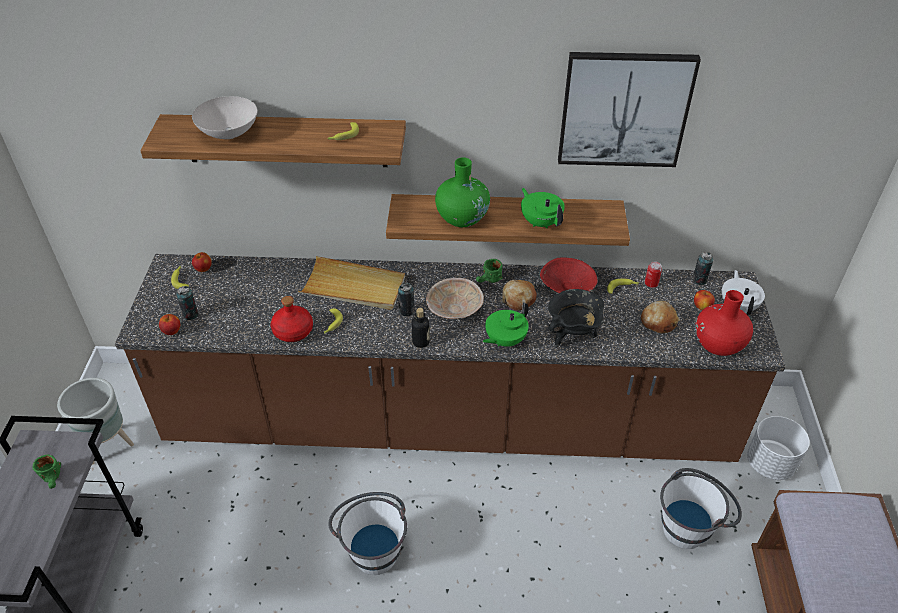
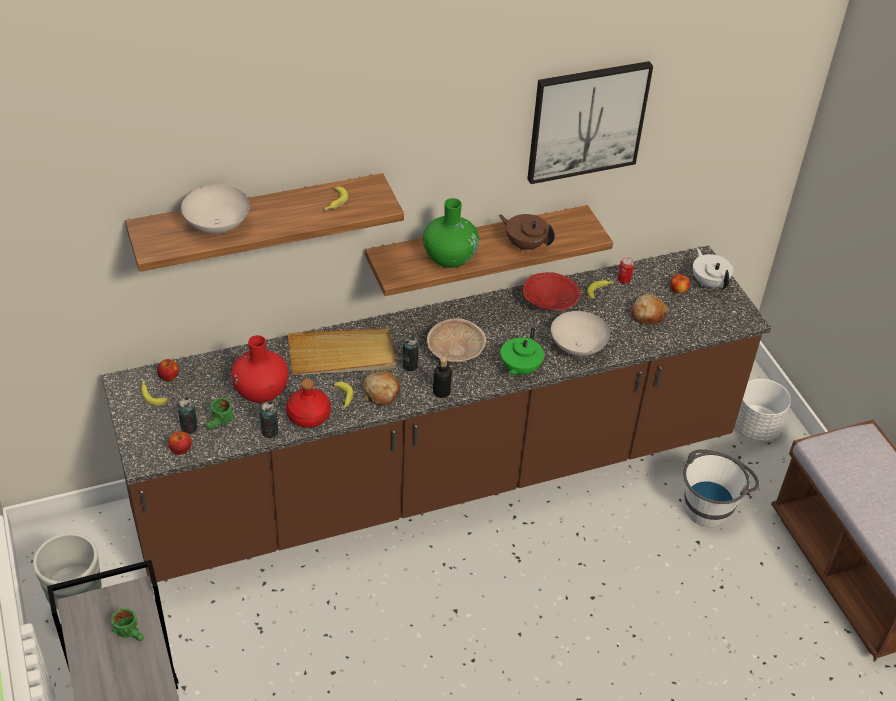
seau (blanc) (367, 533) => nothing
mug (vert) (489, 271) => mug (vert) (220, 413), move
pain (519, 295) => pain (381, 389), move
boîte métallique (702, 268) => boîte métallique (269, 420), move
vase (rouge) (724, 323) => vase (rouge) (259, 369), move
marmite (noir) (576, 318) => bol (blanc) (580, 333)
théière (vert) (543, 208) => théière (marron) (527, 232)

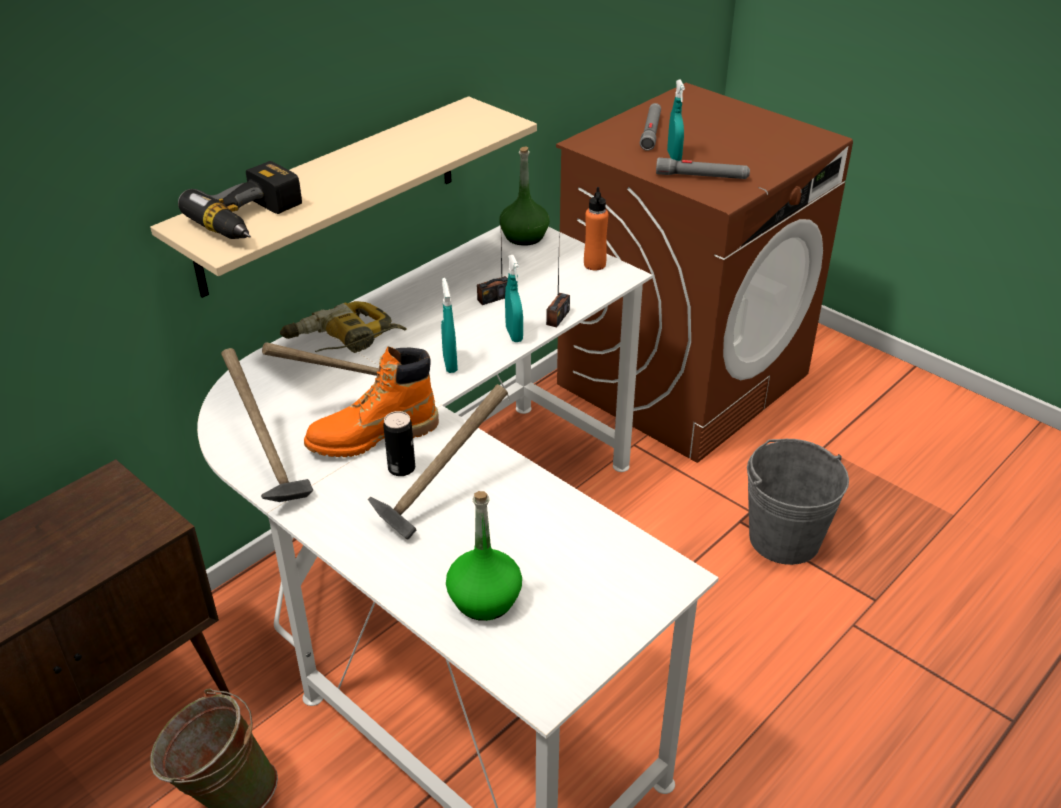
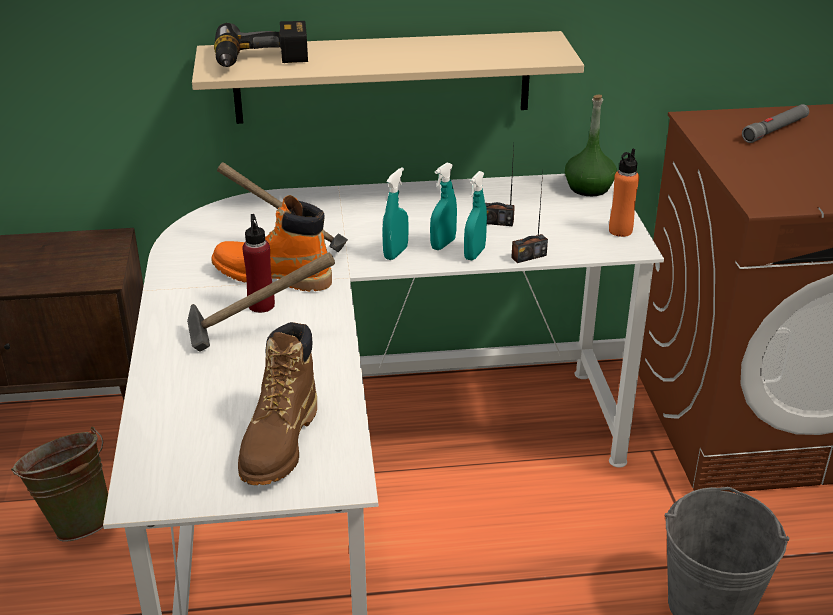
marteau (267, 425) => nothing
perceuse (343, 327) => nothing
bouteille (vert) (484, 556) => nothing
lampe de poche (gris) (703, 168) => nothing
nothing => botte (marron) (277, 403)
vaporisateur (turquoise) (676, 120) => vaporisateur (turquoise) (443, 206), move
boîte métallique (399, 443) => bouteille (rouge) (258, 263)

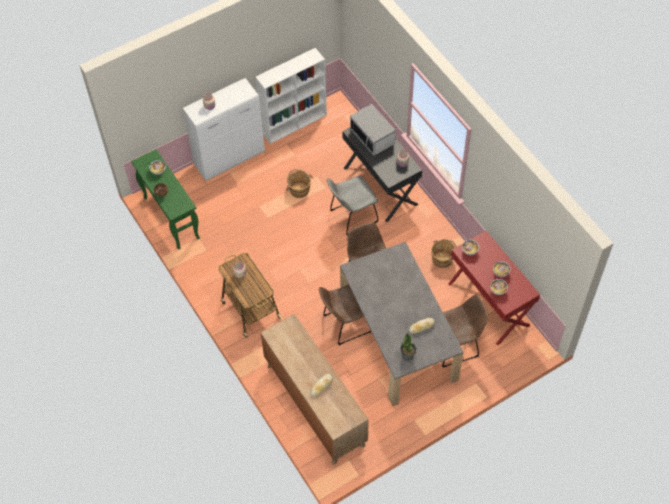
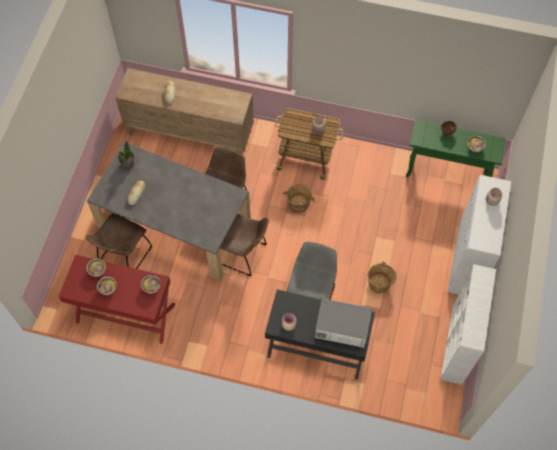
seau (marron) (444, 253) => seau (marron) (299, 198), move

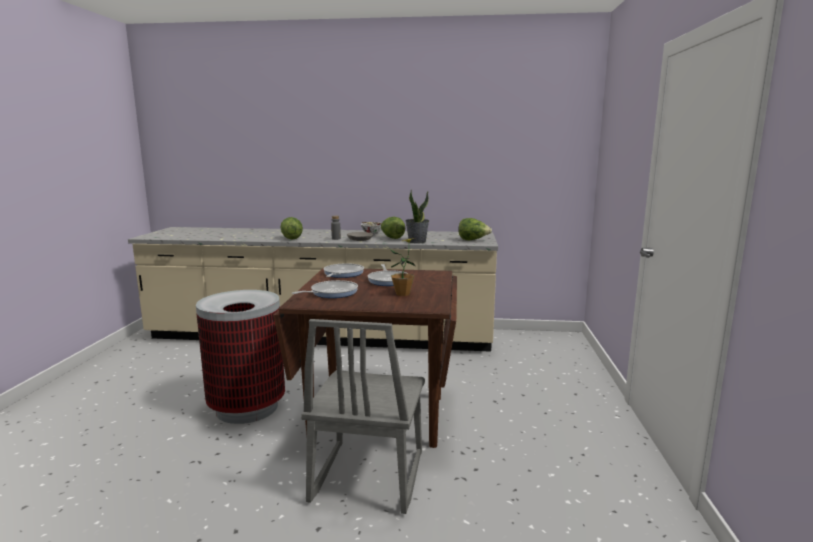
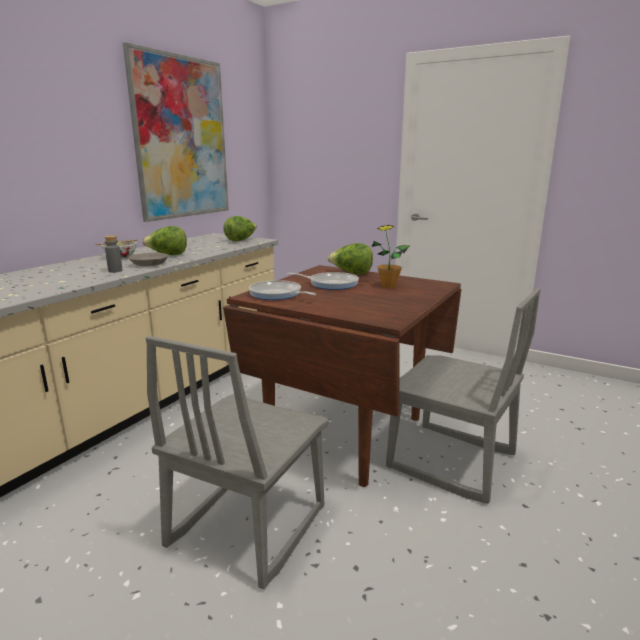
poêle (325, 289) => nothing
plante en pot (417, 216) => nothing
nothing => tableau (176, 132)
laitue (291, 228) => laitue (350, 258), move
poubelle (240, 357) => chaise (gris) (237, 463)

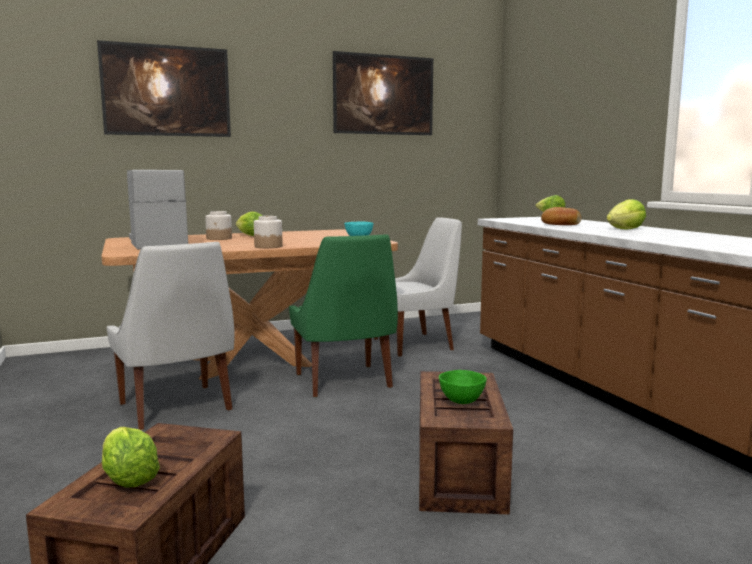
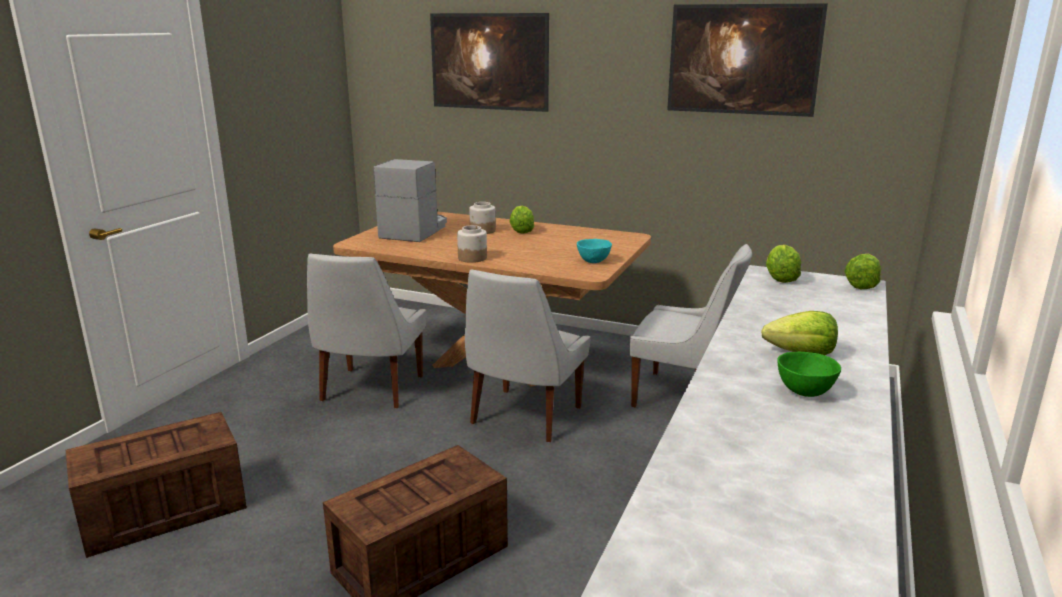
pain (561, 216) => nothing
laitue (131, 457) => laitue (783, 264), move
bol (vert) (463, 387) => bol (vert) (809, 374), move
chaise (vert) (343, 315) => chaise (blanc) (528, 355)

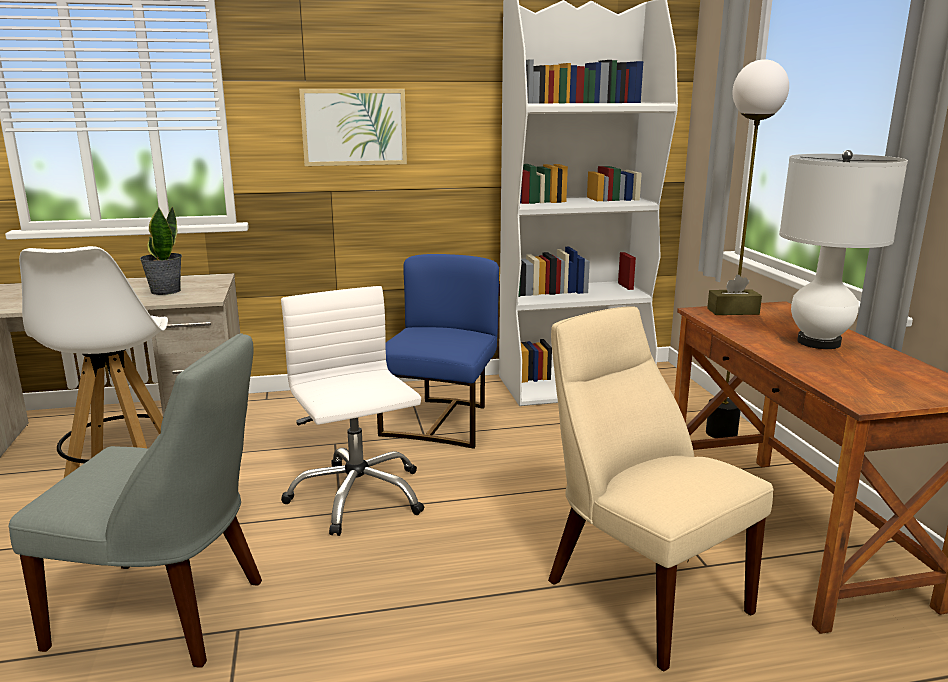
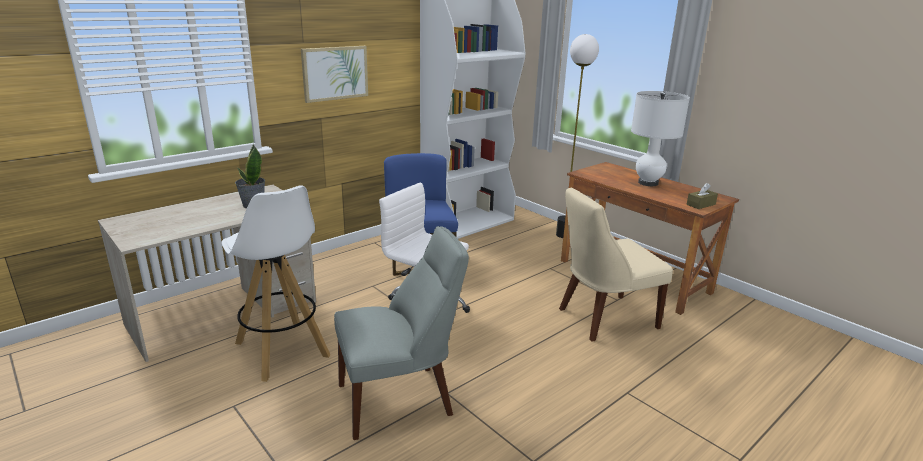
boîte à mouchoirs (marron) (734, 294) => boîte à mouchoirs (marron) (702, 196), move
chaise (beige) (661, 488) => chaise (beige) (616, 265), 45 degrees counterclockwise

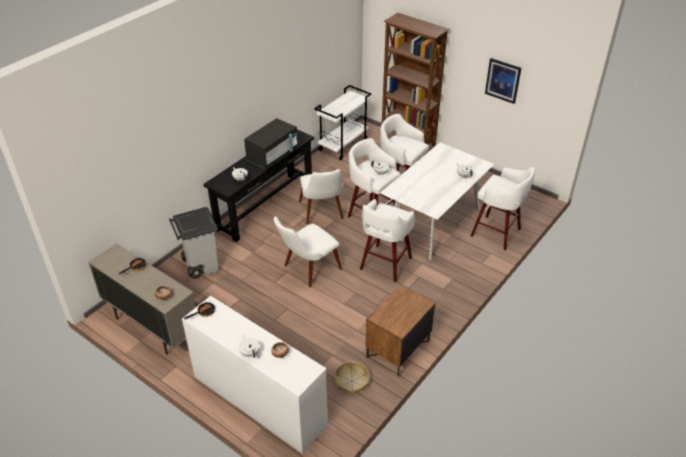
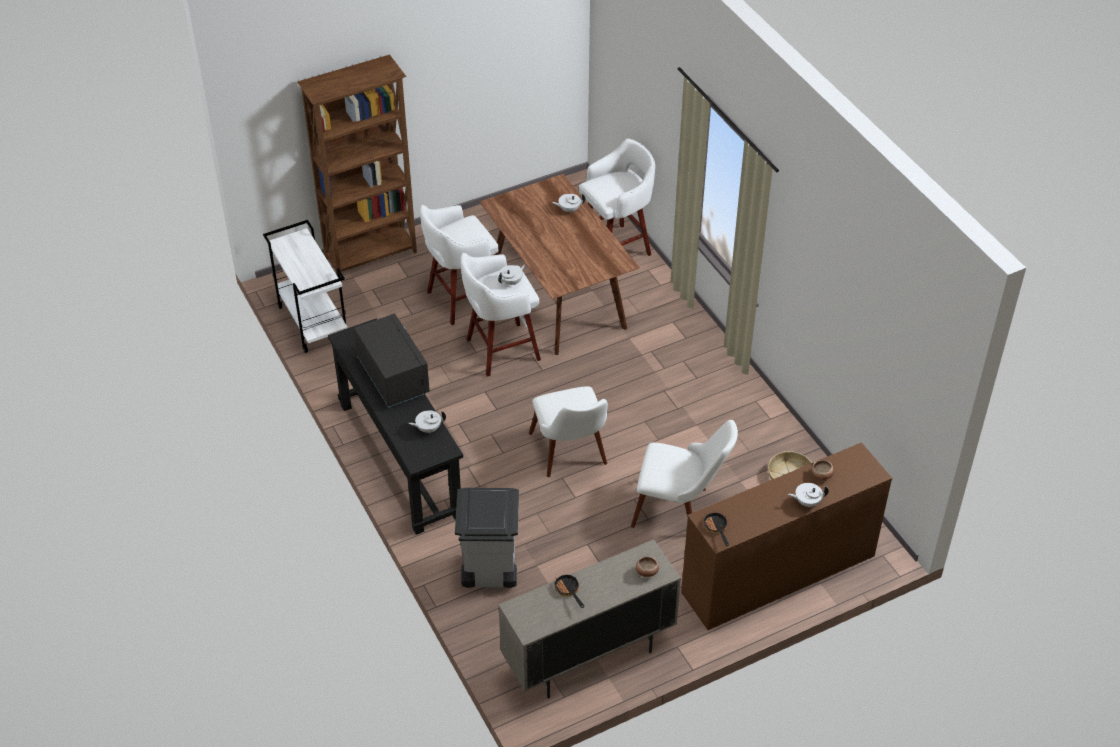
tabouret (blanc) (387, 240) => nothing
table de chevet (marron) (400, 330) => nothing
tableau (503, 81) => nothing
chaise (blanc) (321, 196) => chaise (blanc) (684, 474), move
commode (blanc) (254, 375) => commode (marron) (786, 536)
table à manger (blanc) (437, 201) => table à manger (marron) (559, 264)

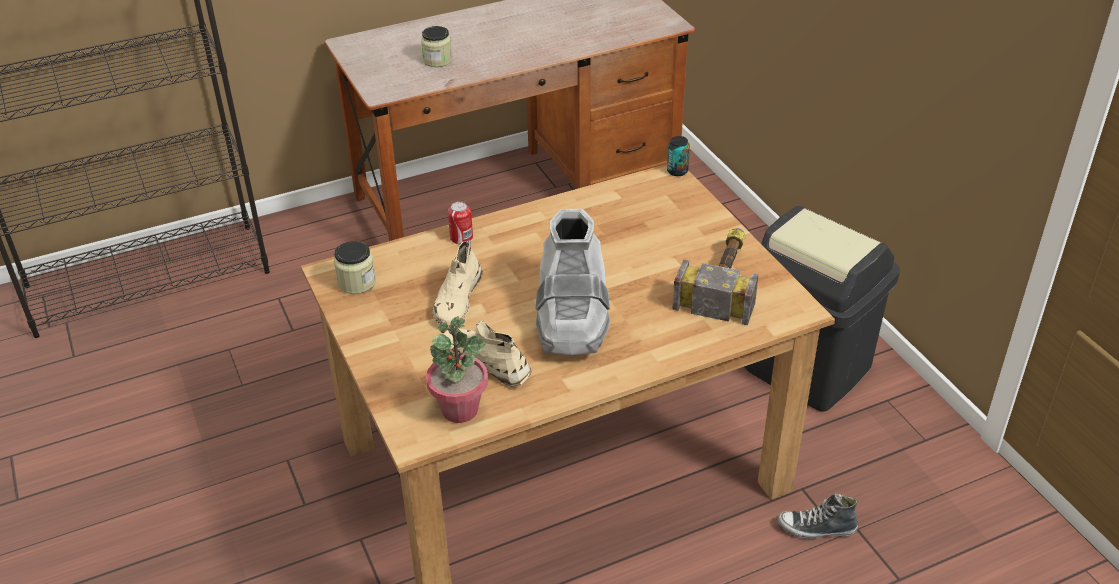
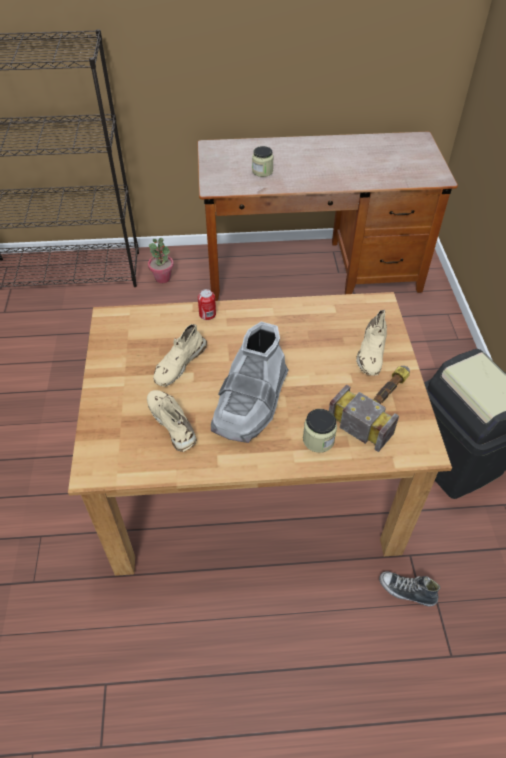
boîte métallique (678, 156) => nothing
nothing => chaussure (beige) (371, 343)
bocal (355, 267) => bocal (320, 431), move
plante en pot (457, 369) => plante en pot (161, 260), move

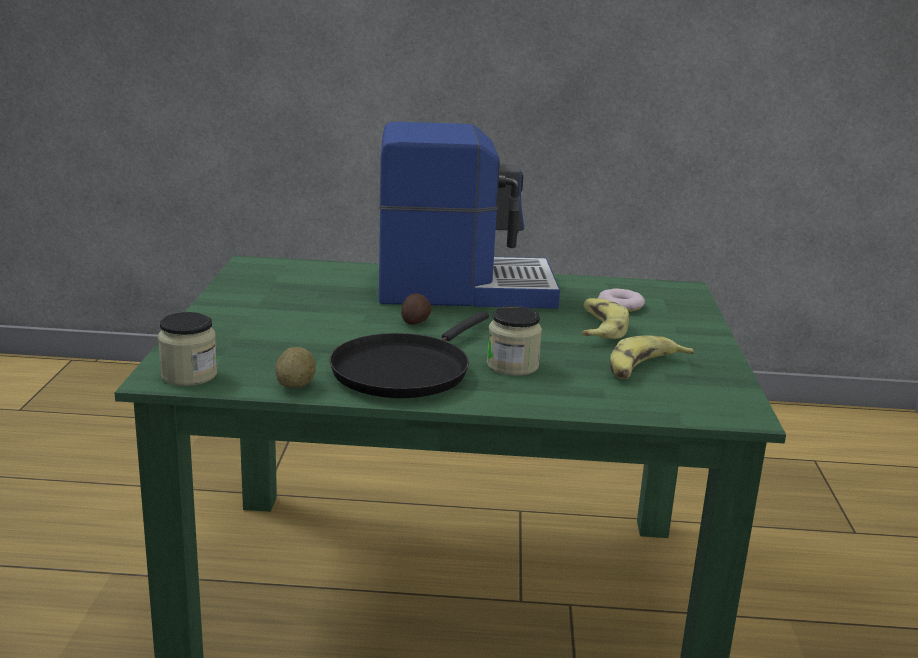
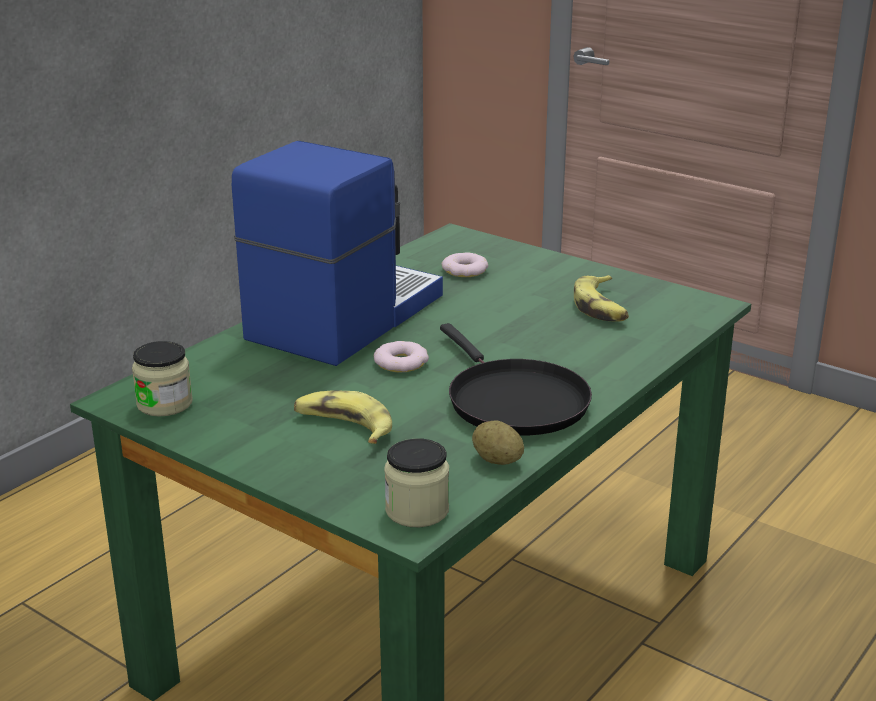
bocal (514, 341) => bocal (162, 378), move
banane (605, 318) => banane (343, 417), move
pomme de terre (416, 309) => beignet (401, 357)

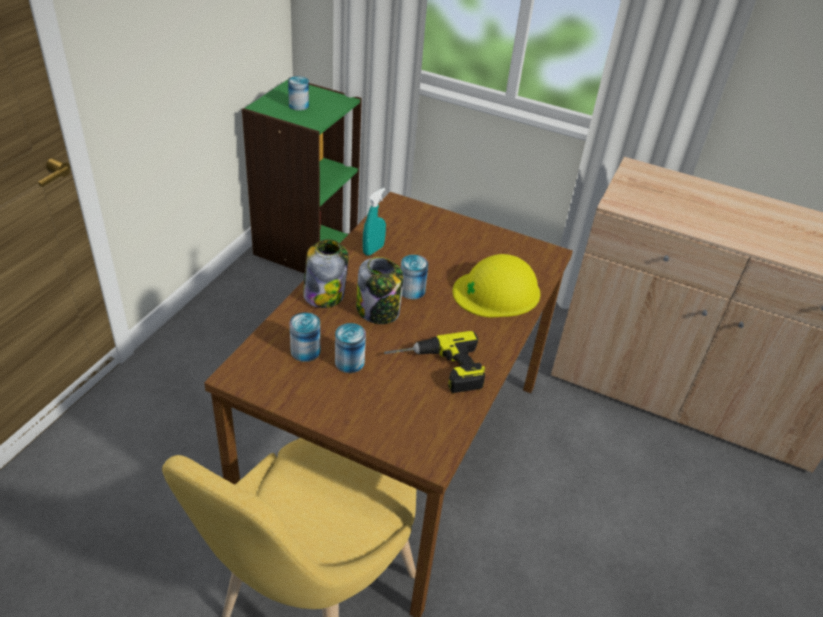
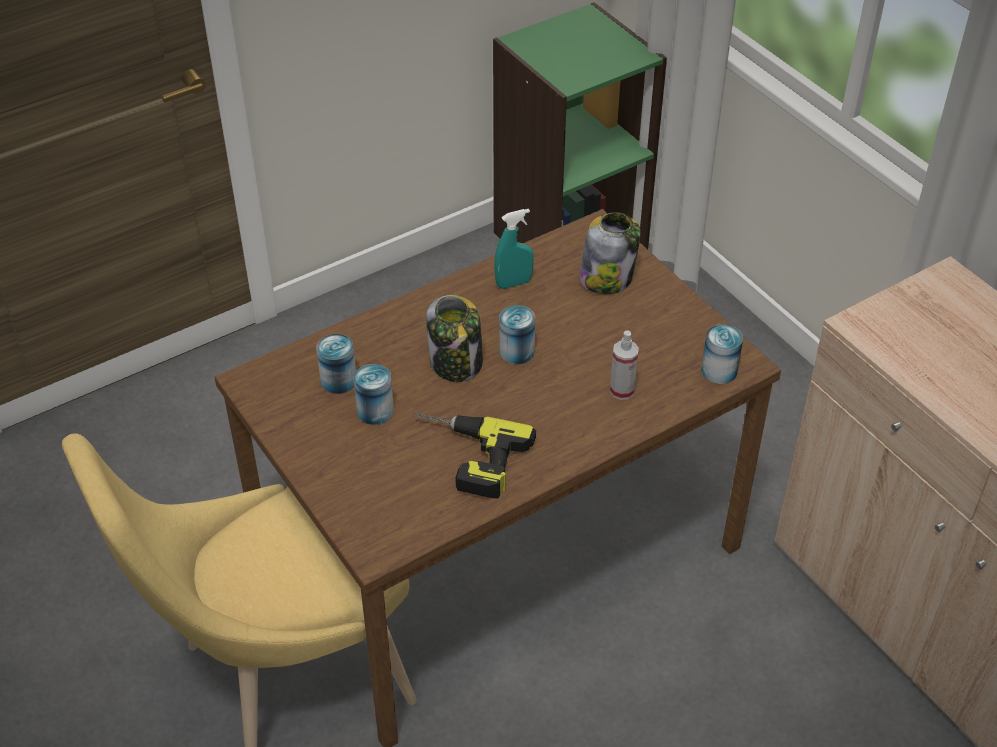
boîte métallique (298, 93) => boîte métallique (722, 354), move
bocal (325, 273) => bocal (610, 253), move
casque de chantier (jaune) (496, 286) => vaporisateur (624, 365)

